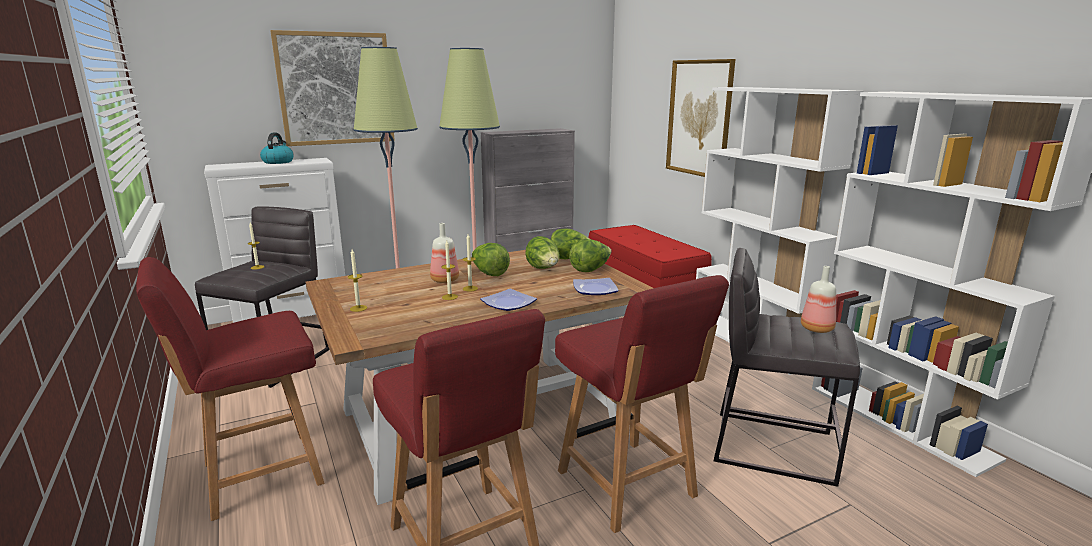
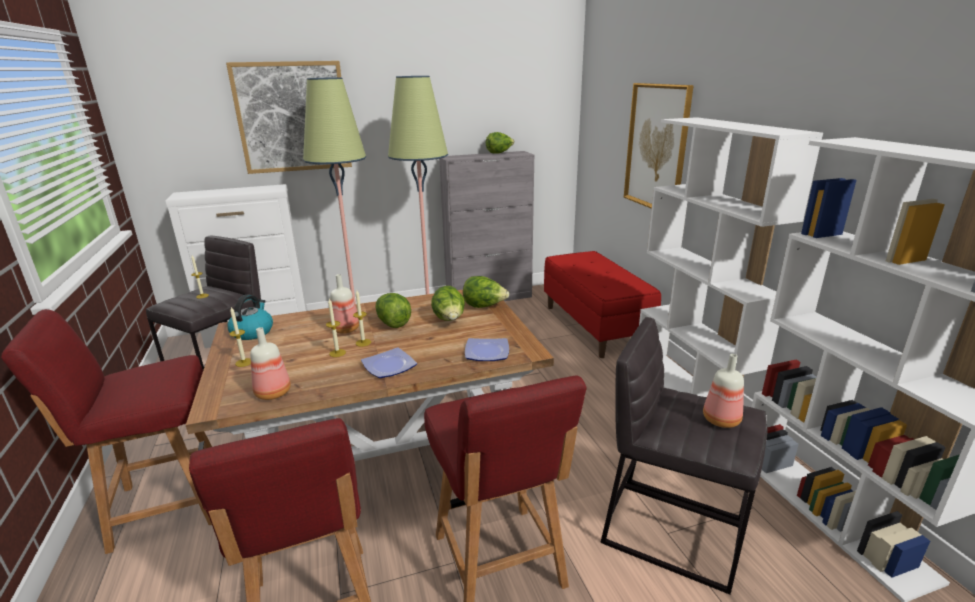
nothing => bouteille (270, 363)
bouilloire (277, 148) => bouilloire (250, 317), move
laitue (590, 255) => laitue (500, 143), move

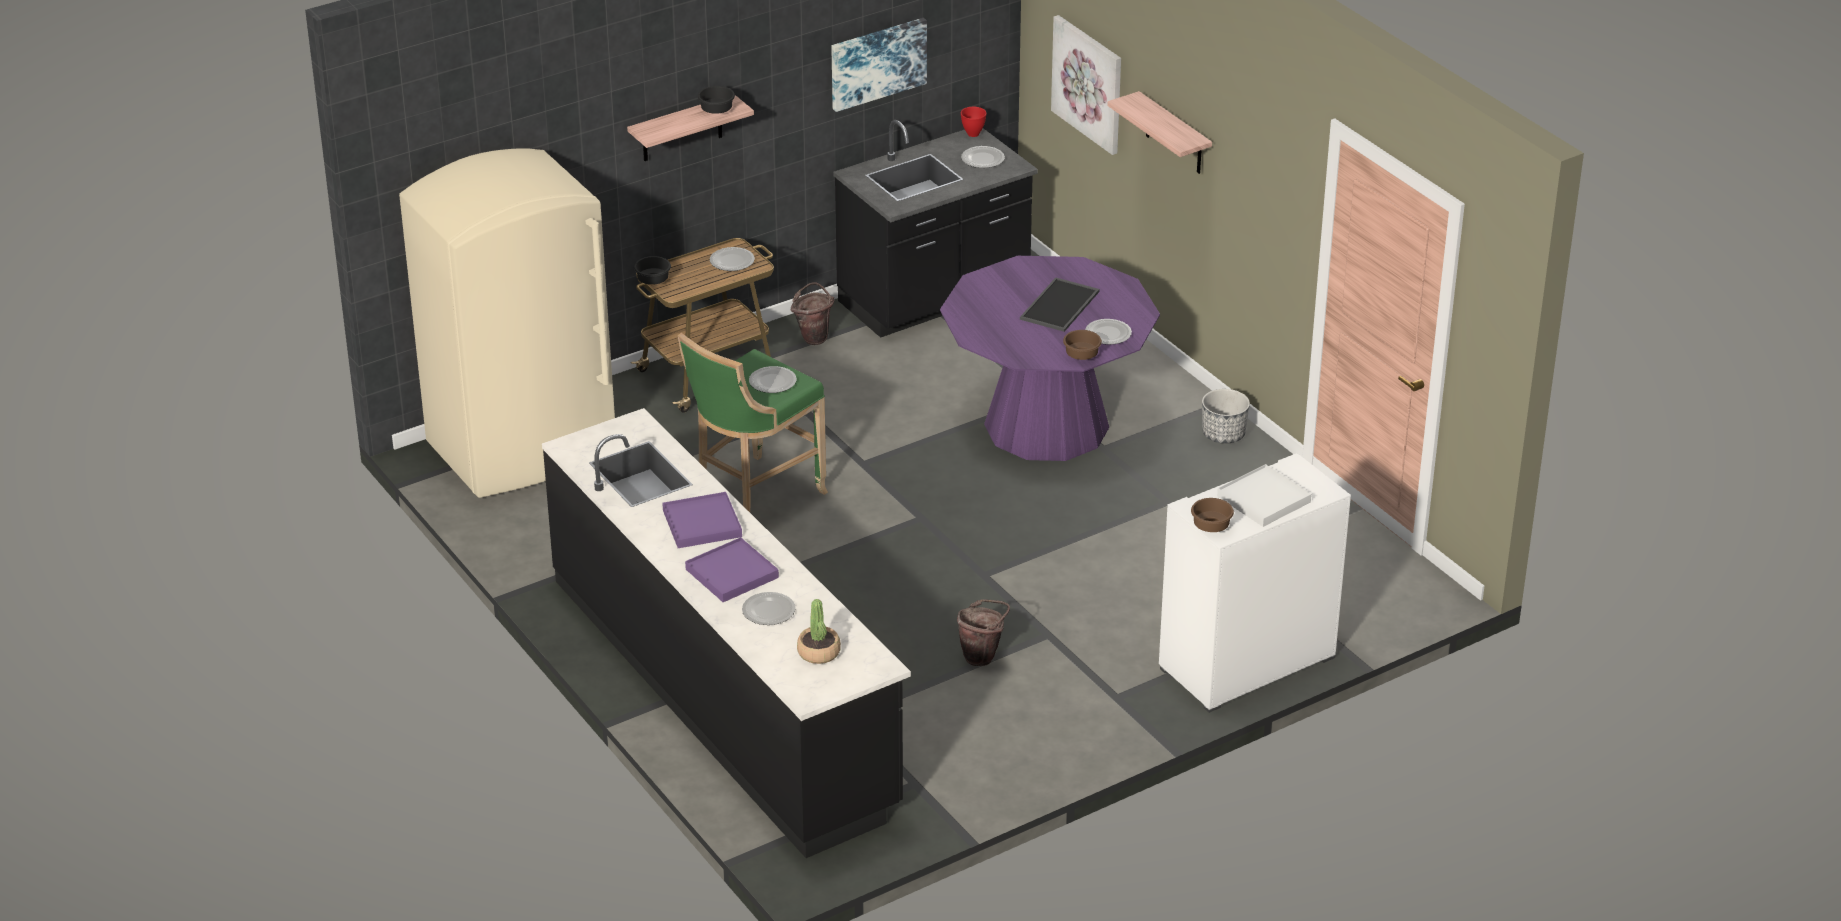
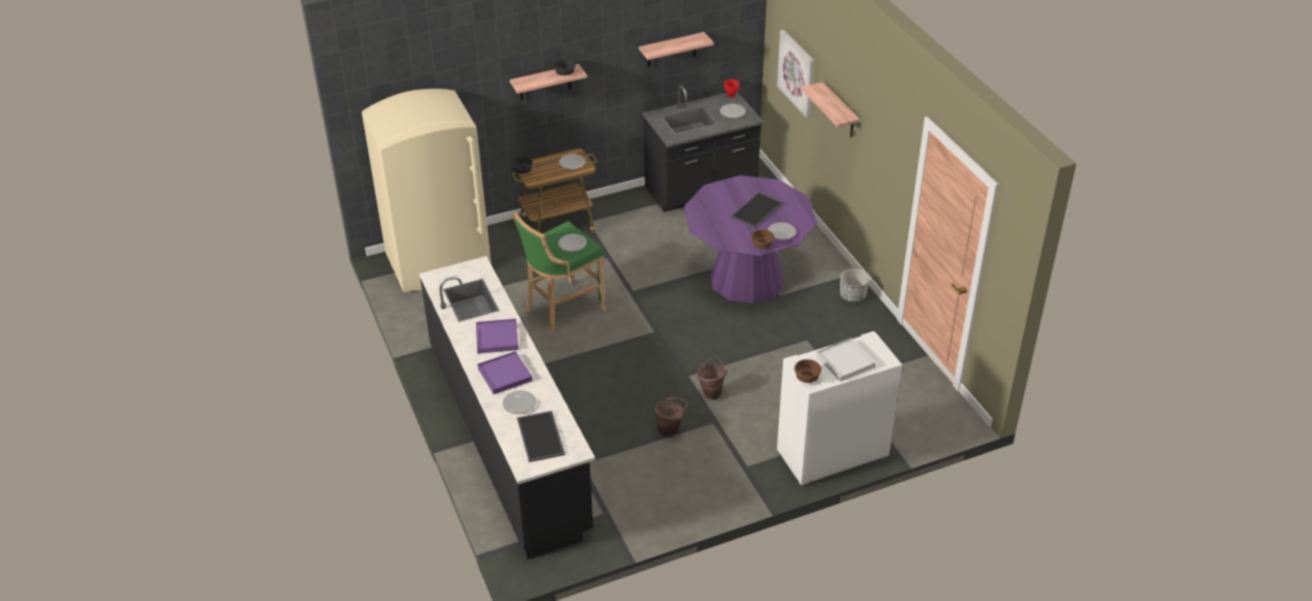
seau (marron) (812, 313) => seau (marron) (712, 378), move
plante en pot (819, 631) => plateau (541, 436)
tableau (879, 65) => étagère (676, 49)

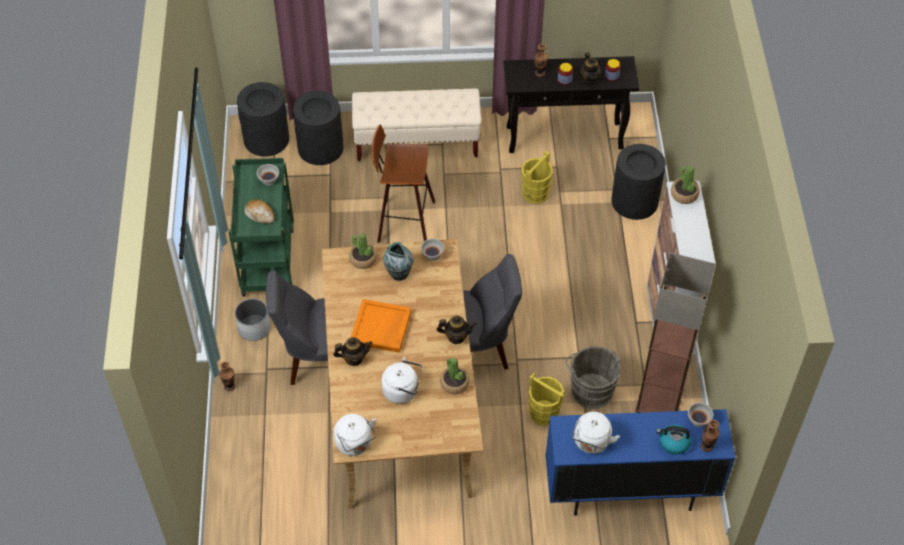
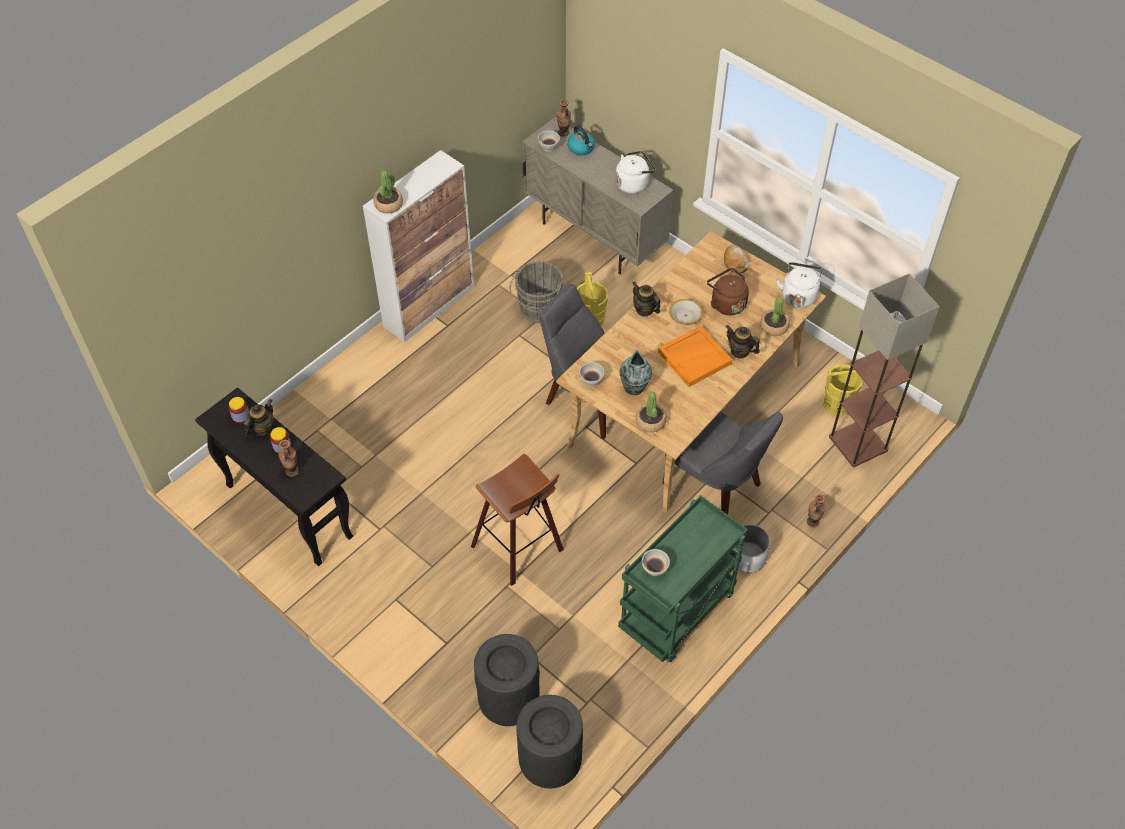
banc (beige) (416, 125) => nothing
poubelle (noir) (638, 182) => nothing
nothing => bol (686, 312)
pain (259, 212) => pain (736, 259), move
plante en pot (455, 376) => plante en pot (775, 316), move
seau (jaune) (537, 177) => seau (jaune) (843, 390), move
lampadaire (675, 333) => lampadaire (884, 370), move
bouilloire (blanc) (401, 380) => bouilloire (marron) (728, 291)
meuble de rangement (bleu) (640, 462) => meuble de rangement (beige) (597, 196)

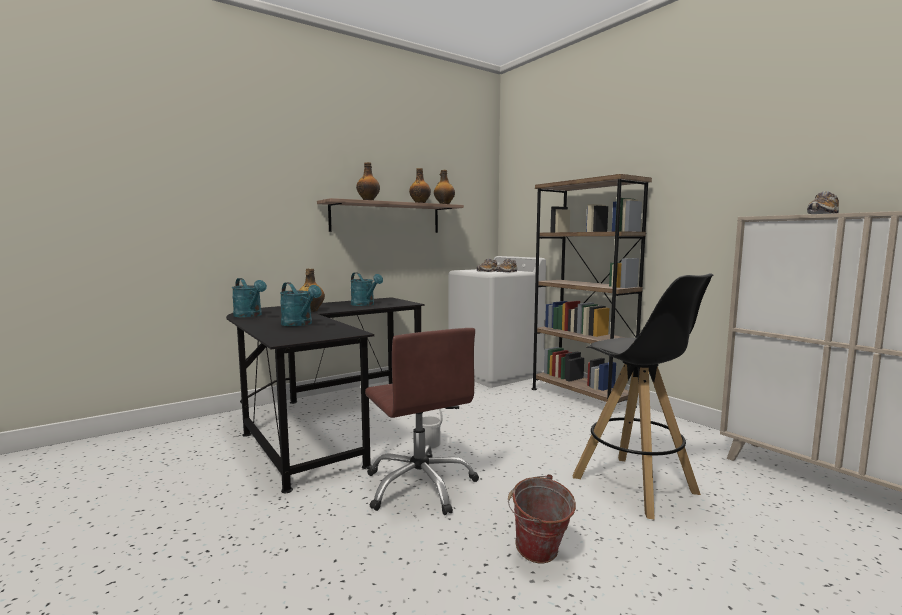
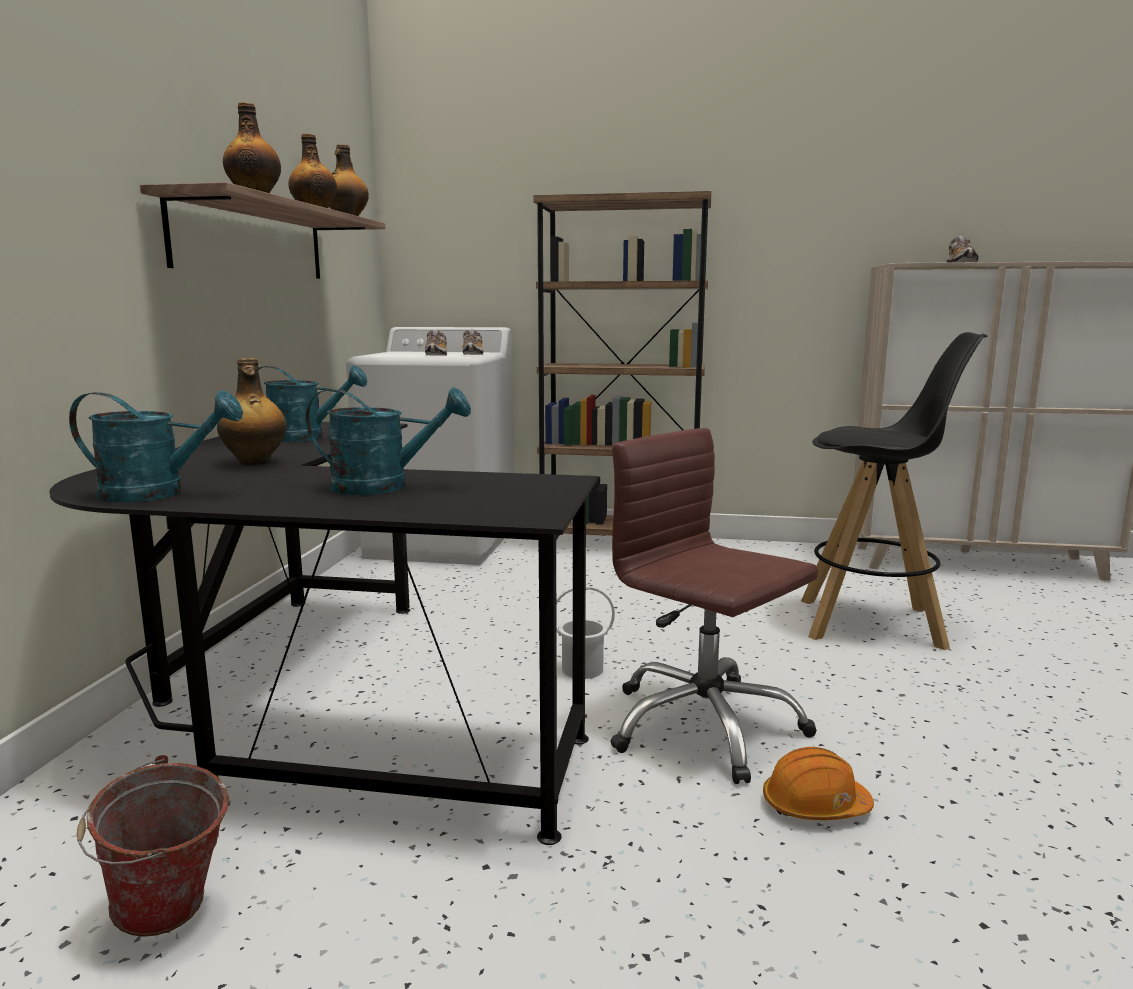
nothing => casque de chantier (orange) (818, 783)
seau (542, 518) => seau (153, 846), move
chaise de bureau (marron) (422, 421) => chaise de bureau (marron) (714, 606), 150 degrees counterclockwise

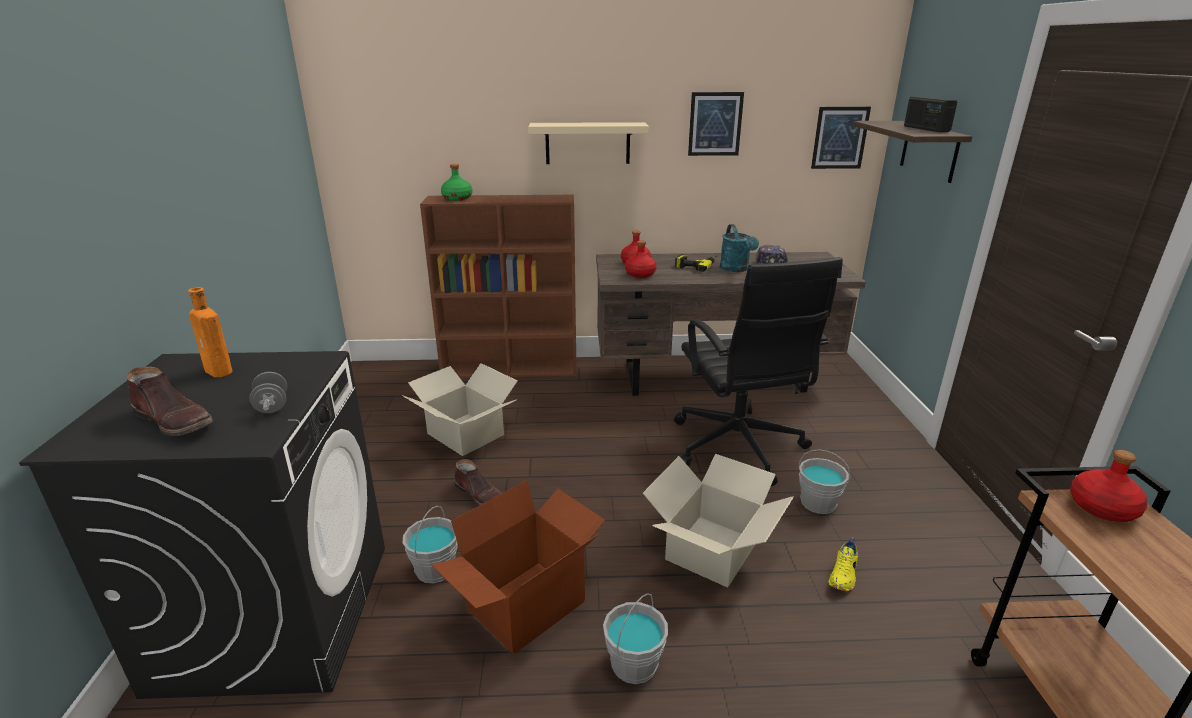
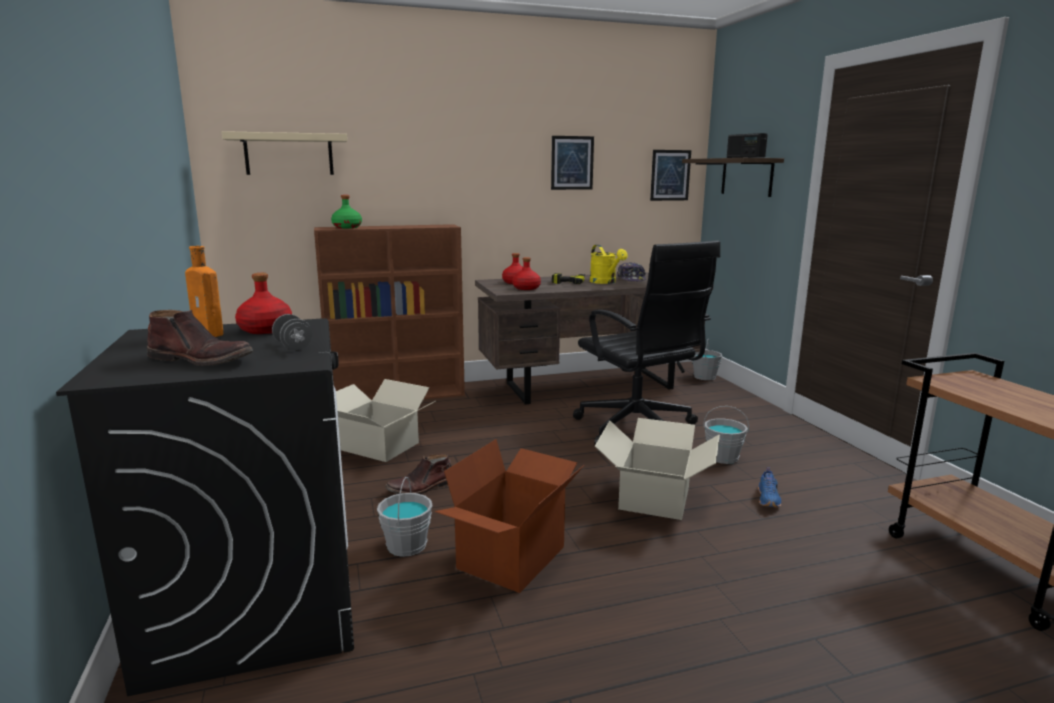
étagère (beige) (588, 143) => étagère (beige) (284, 153), move
seau (gris) (635, 638) => seau (gris) (707, 359), move
bouteille (rouge) (1108, 486) => bouteille (rouge) (263, 303), move
arrosoir (turquoise) (739, 248) => arrosoir (jaune) (609, 264)
chaussure (jaune) (843, 564) => chaussure (bleu) (769, 487)
botte (marron) (478, 482) => botte (marron) (418, 474), 120 degrees clockwise

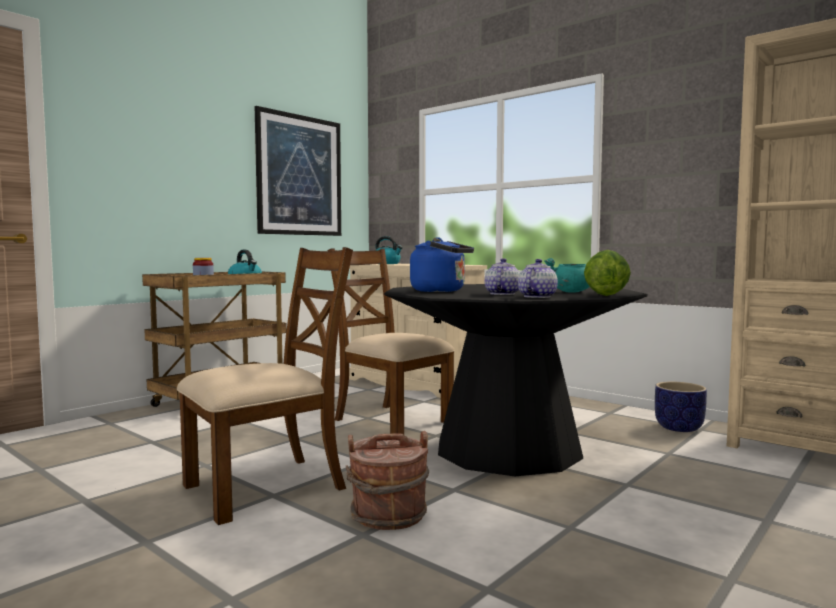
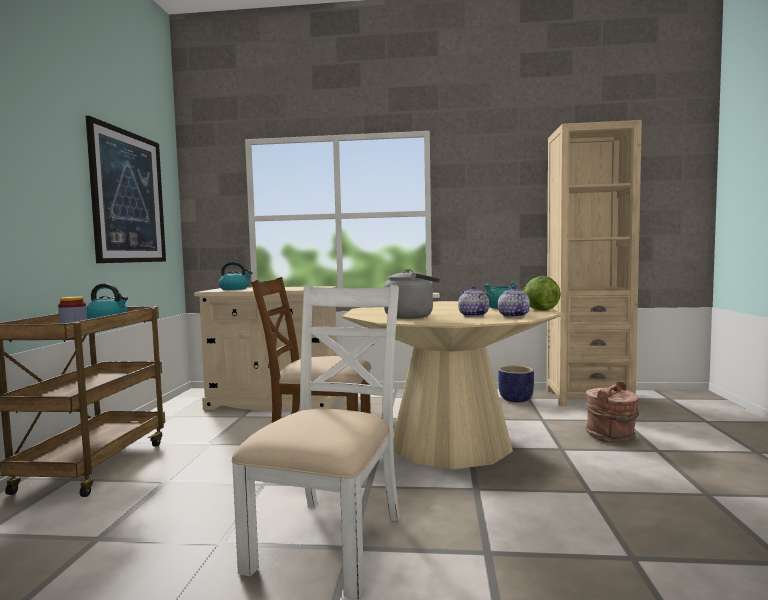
seau (marron) (387, 480) => seau (marron) (612, 412), move
chaise (marron) (265, 386) => chaise (blanc) (315, 442)
table à manger (noir) (516, 380) => table à manger (beige) (452, 385)
bouilloire (bleu) (442, 264) => bouilloire (gris) (412, 294)

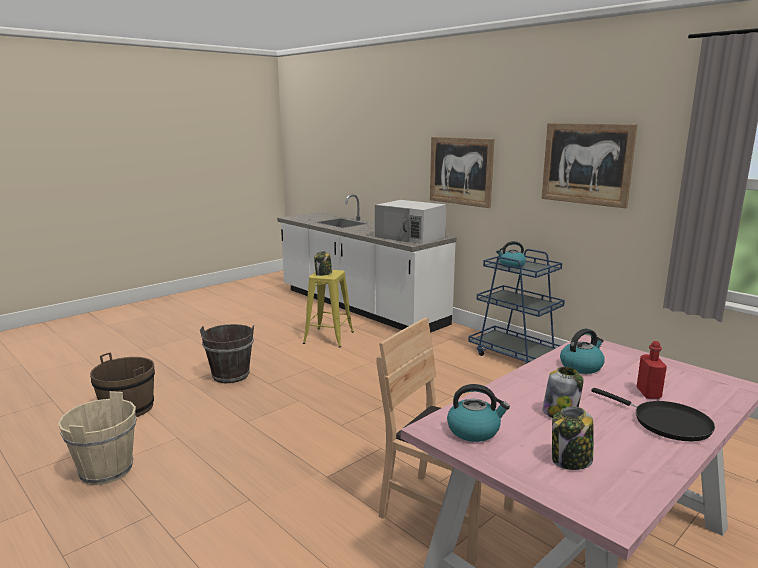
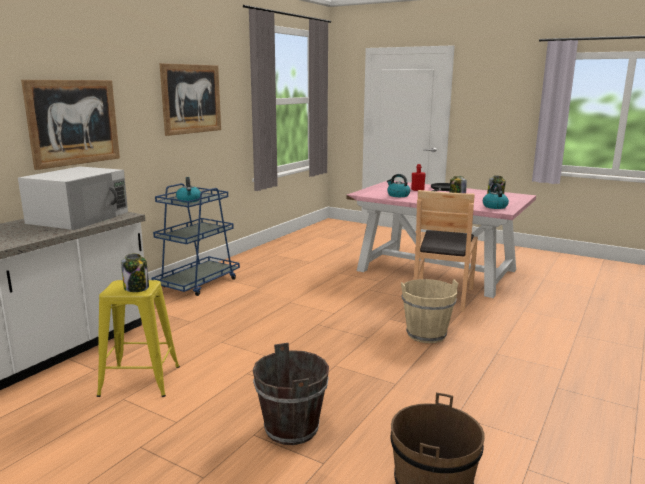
seau (beige) (97, 438) => seau (beige) (430, 311), move

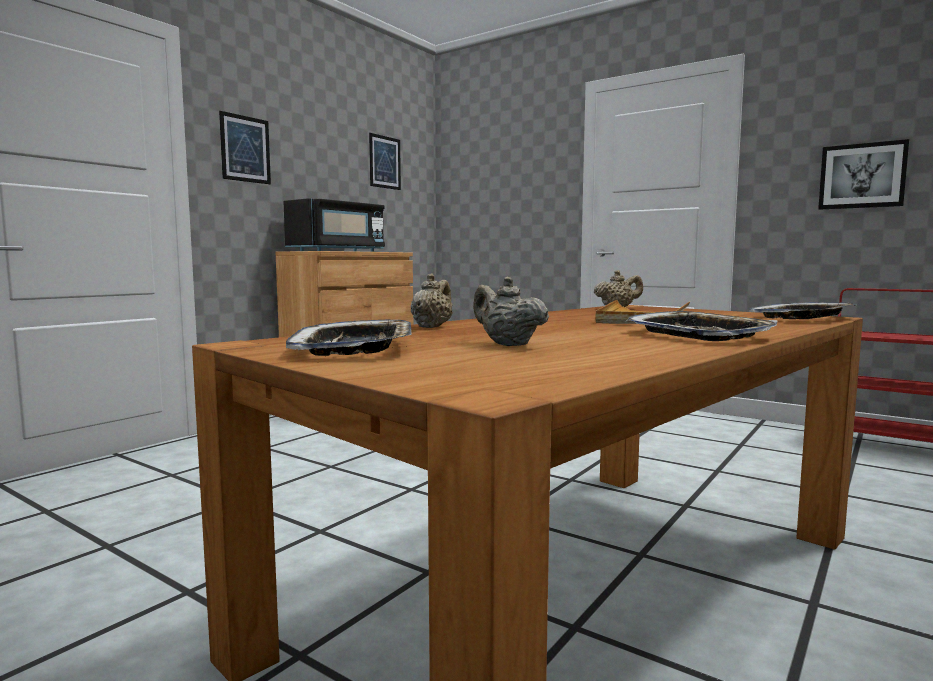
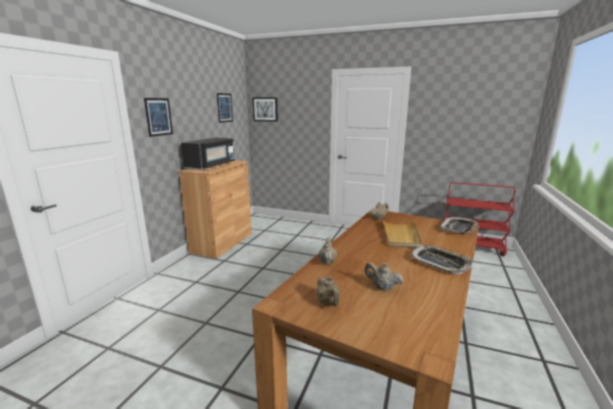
tableau (863, 174) => tableau (265, 109), move
plateau (349, 338) => théière (beige) (328, 291)

